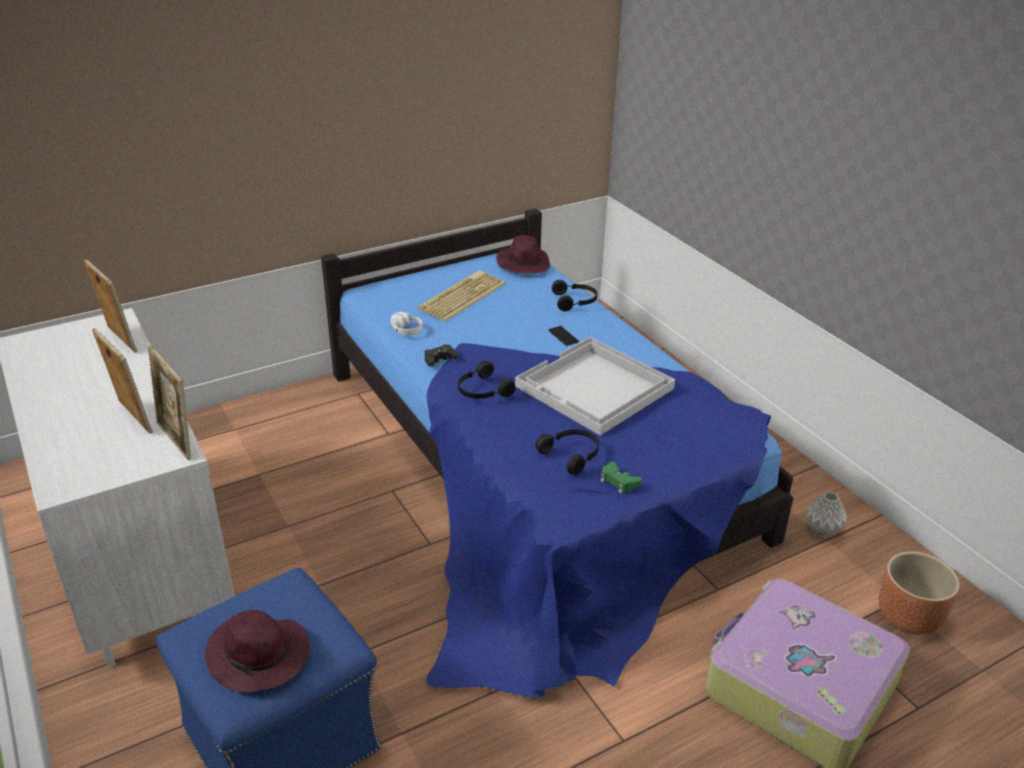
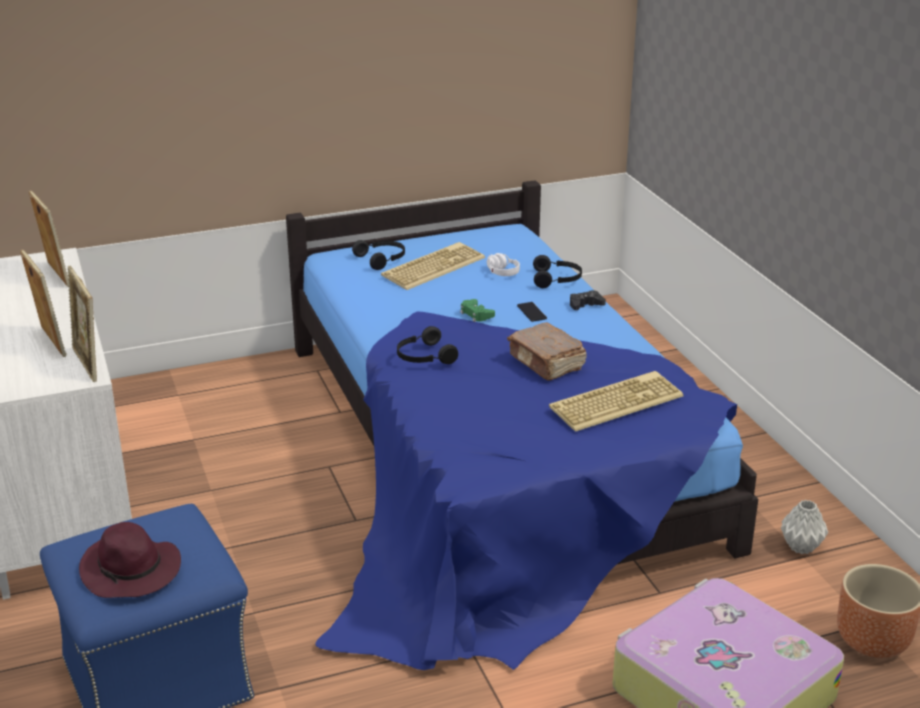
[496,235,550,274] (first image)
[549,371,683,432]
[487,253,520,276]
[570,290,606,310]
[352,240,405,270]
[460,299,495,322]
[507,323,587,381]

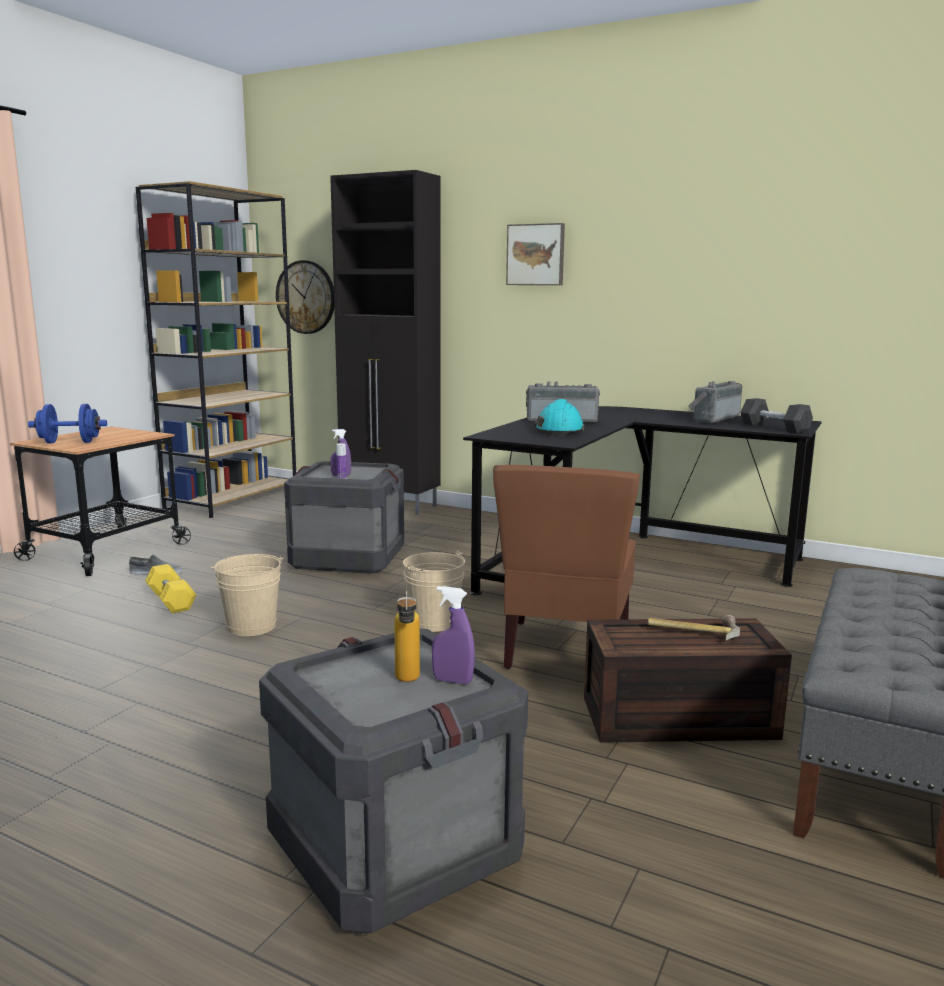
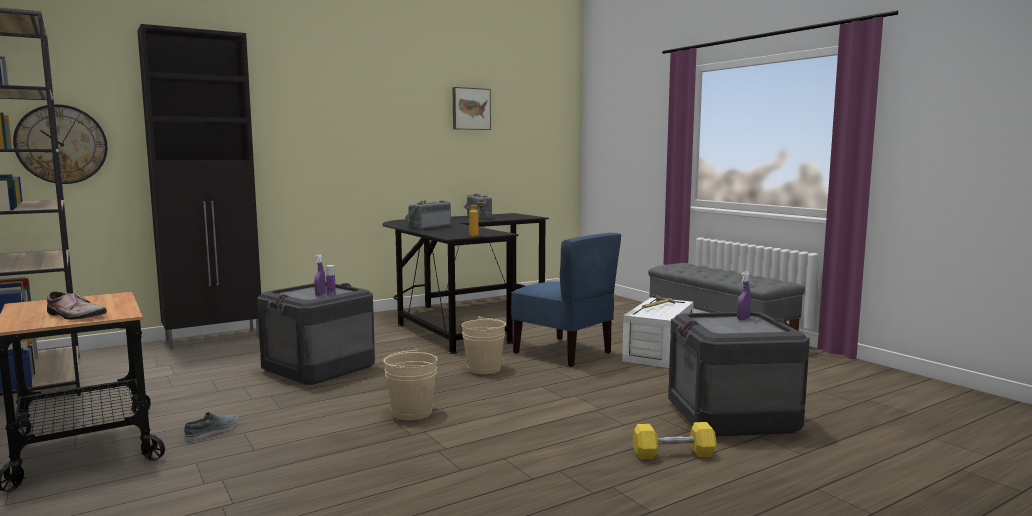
[535,399,585,436] (first image)
[740,398,813,433] (first image)
[633,422,717,459]
[469,198,485,236]
[453,87,491,130]
[47,291,107,320]
[511,233,621,367]
[622,298,694,368]

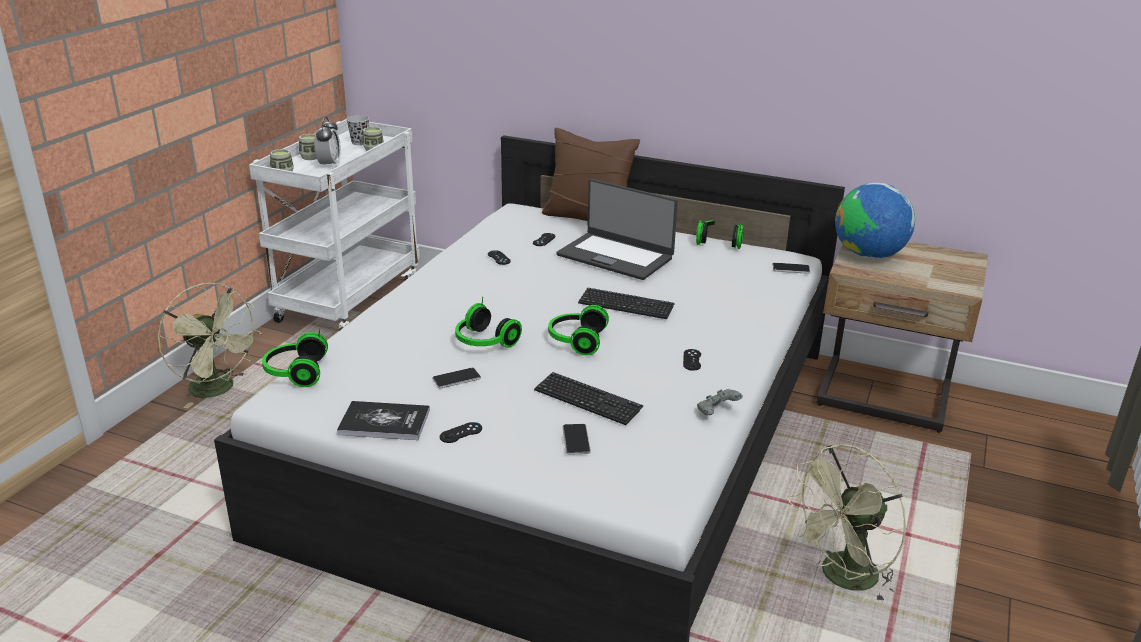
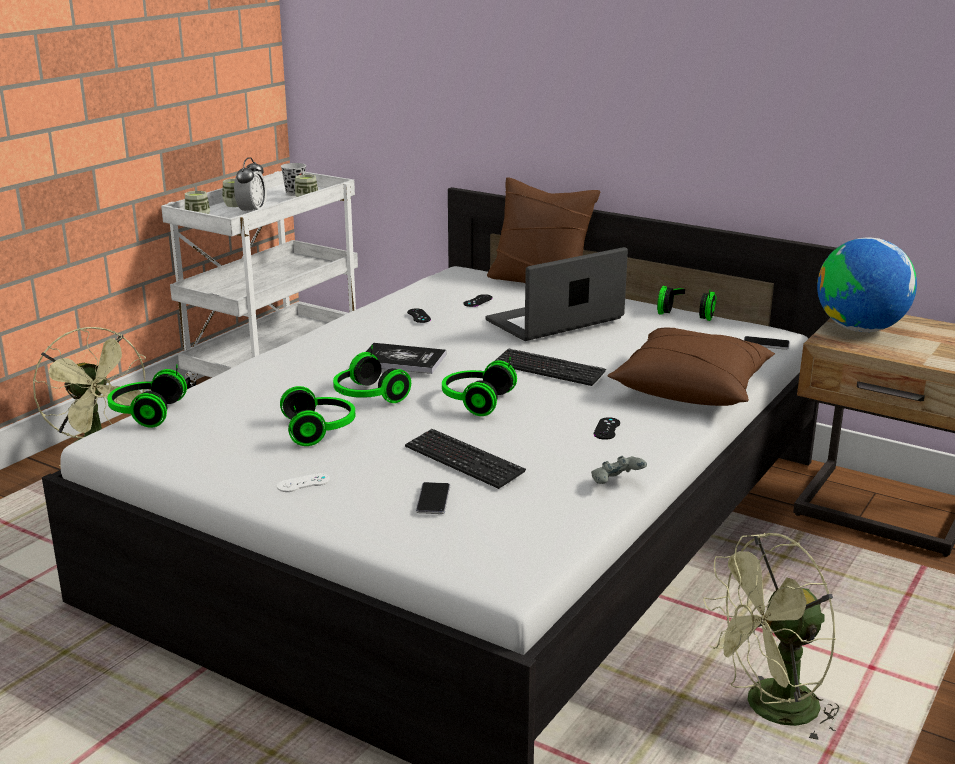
[607,327,775,406]
[365,343,446,374]
[280,386,355,446]
[277,473,330,492]
[485,247,628,341]

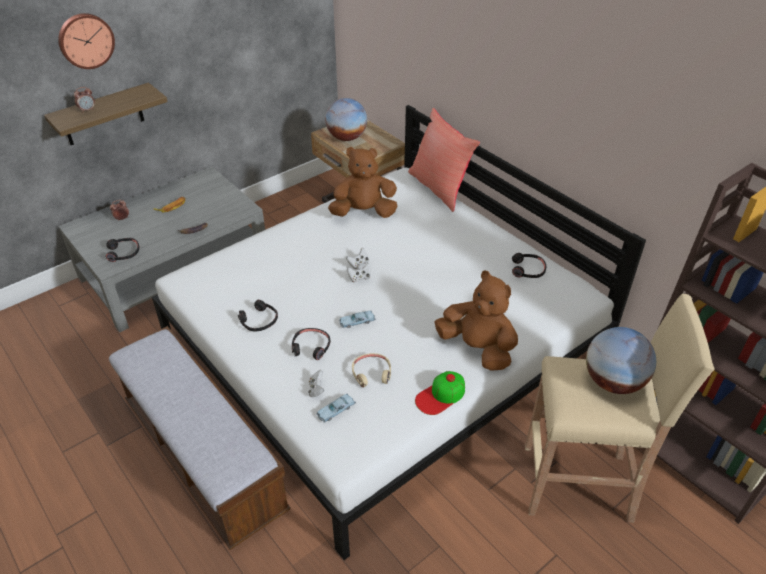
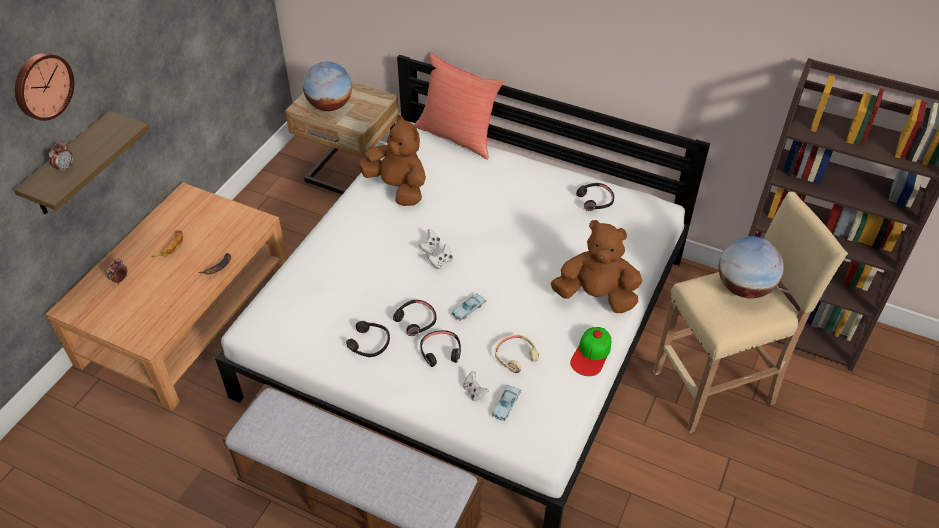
[393,300,436,336]
[46,182,288,411]
[359,115,426,206]

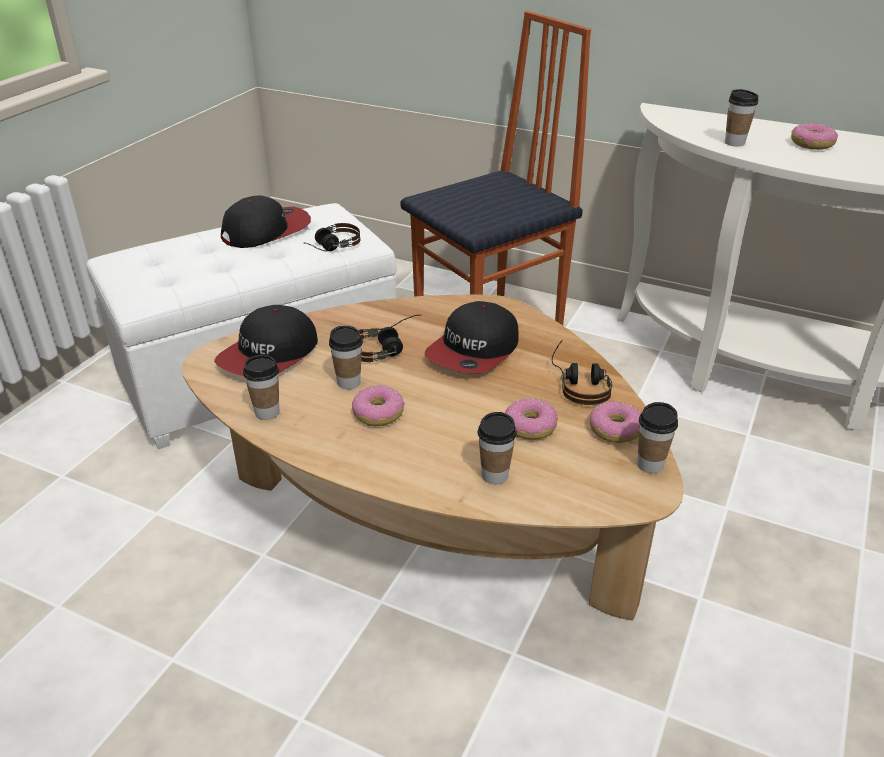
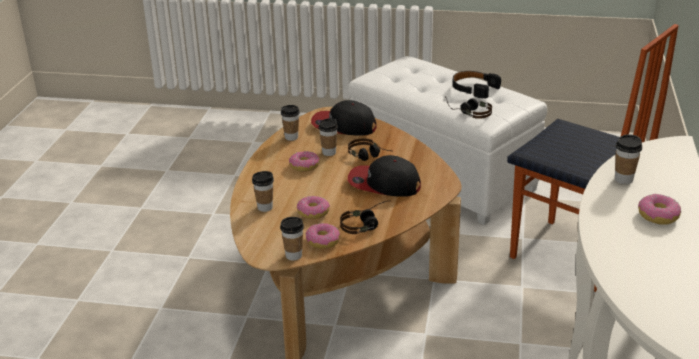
[452,71,501,99]

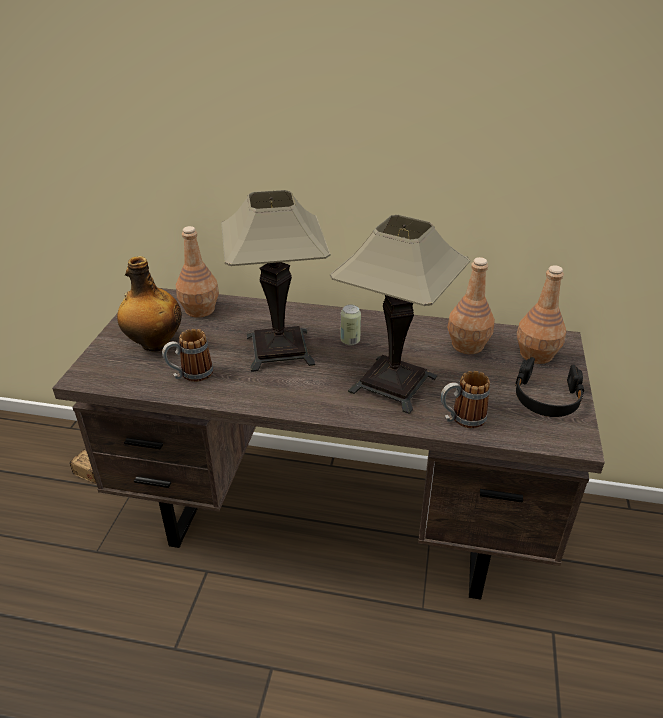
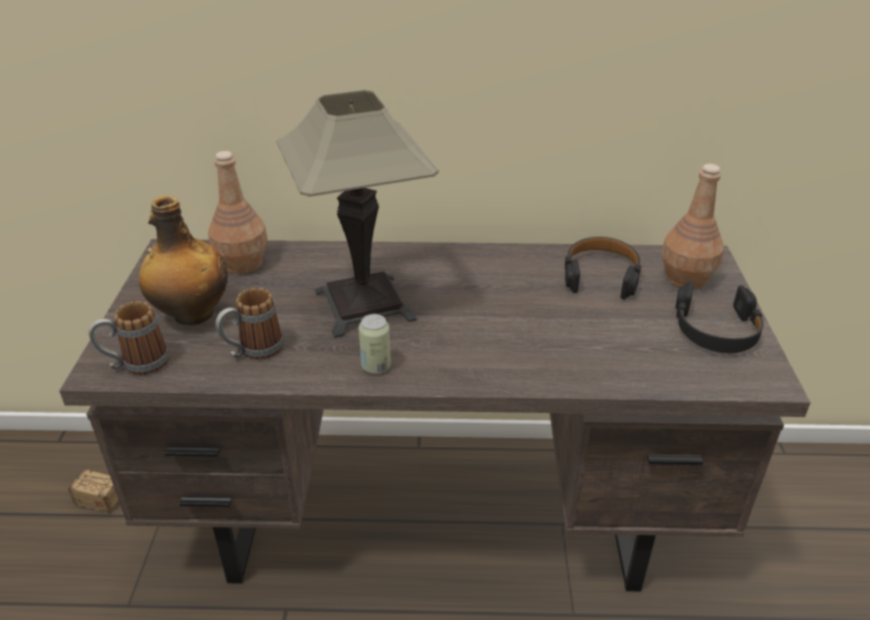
[330,215,470,414] (first image)
[359,314,391,374]
[89,301,169,375]
[565,237,642,299]

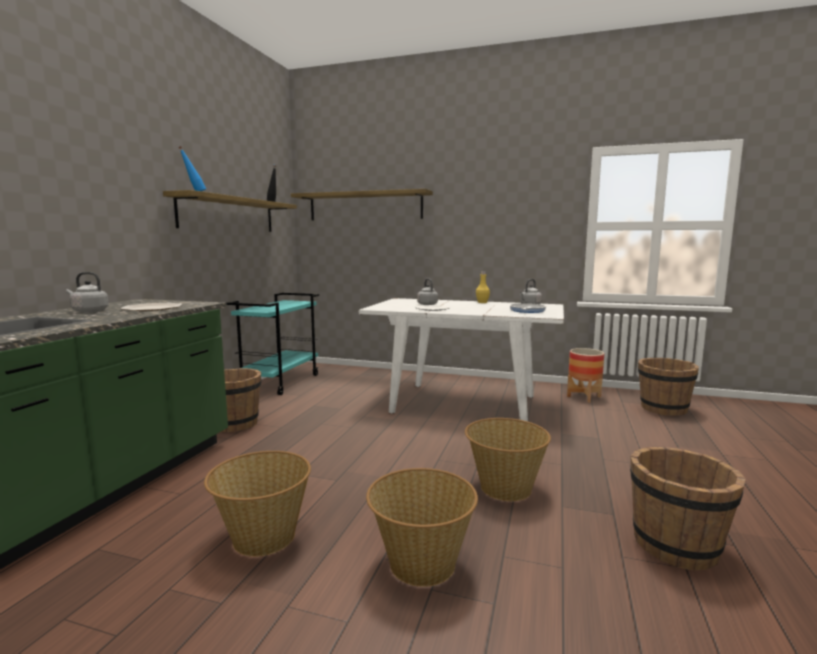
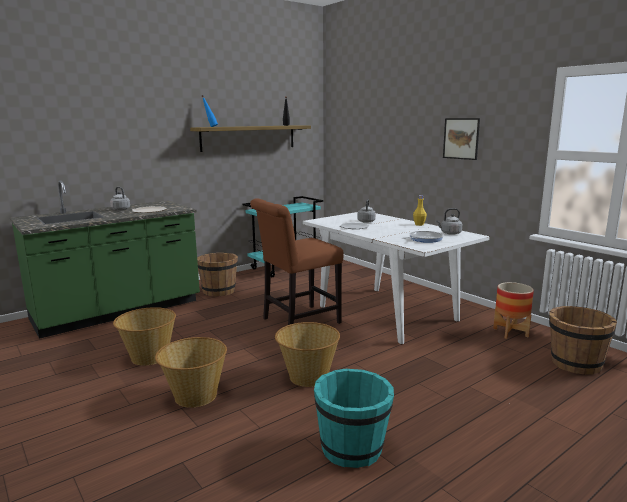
[291,189,433,220] (first image)
[250,198,344,325]
[443,118,480,160]
[314,368,394,468]

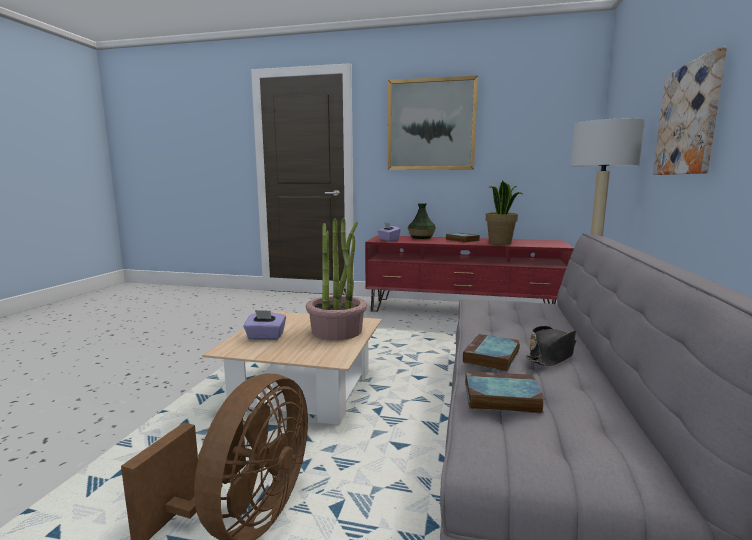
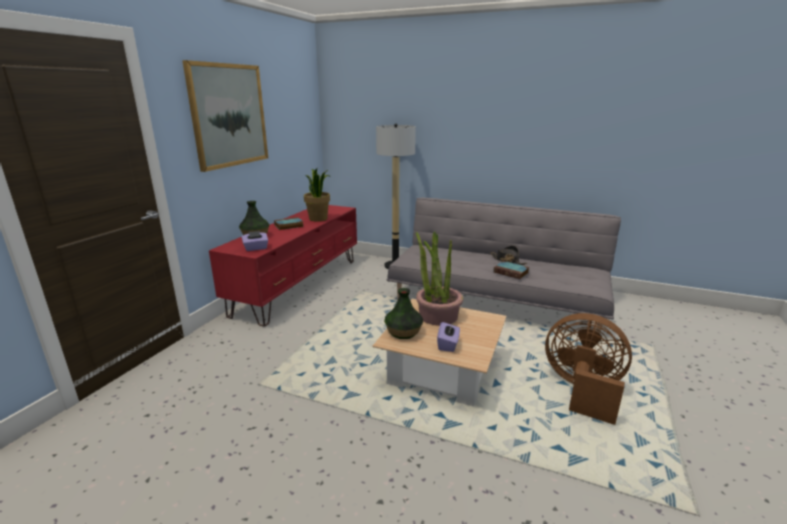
[465,371,545,414] (first image)
[653,47,727,175] (first image)
[384,288,423,339]

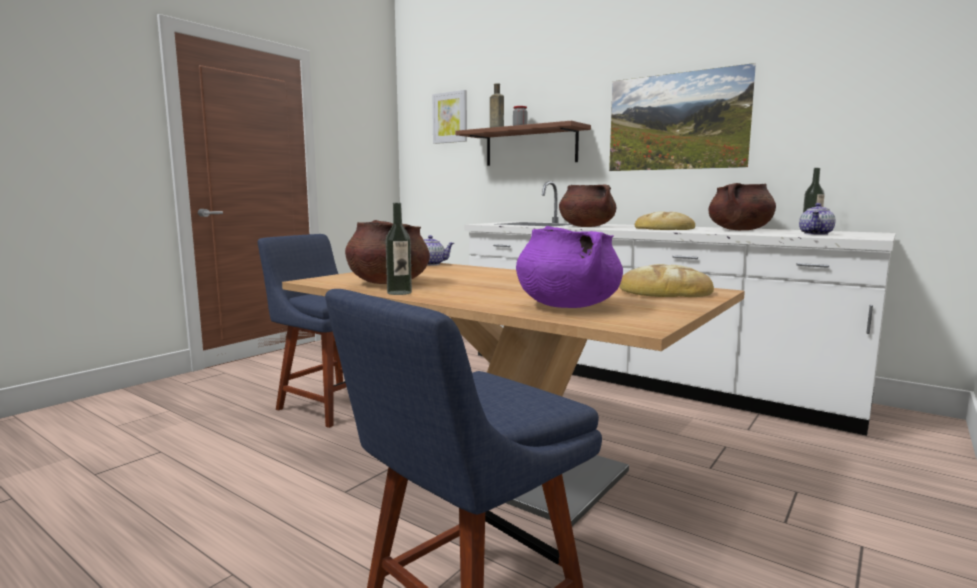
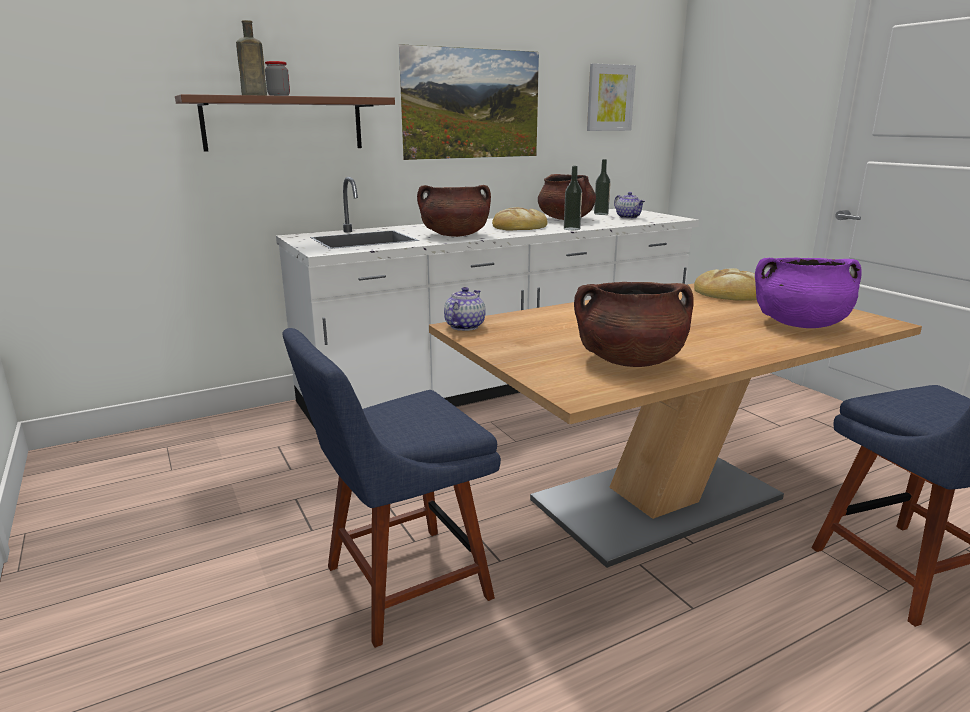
[564,166,582,230]
[587,63,636,131]

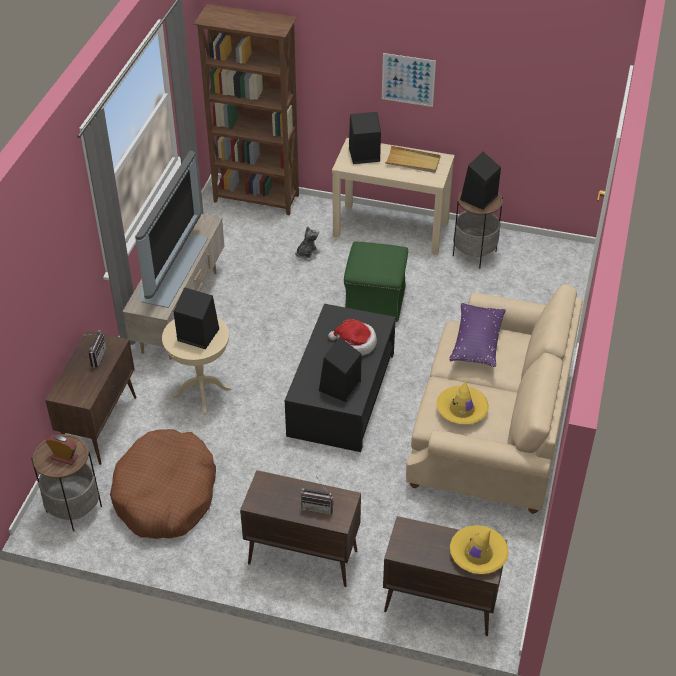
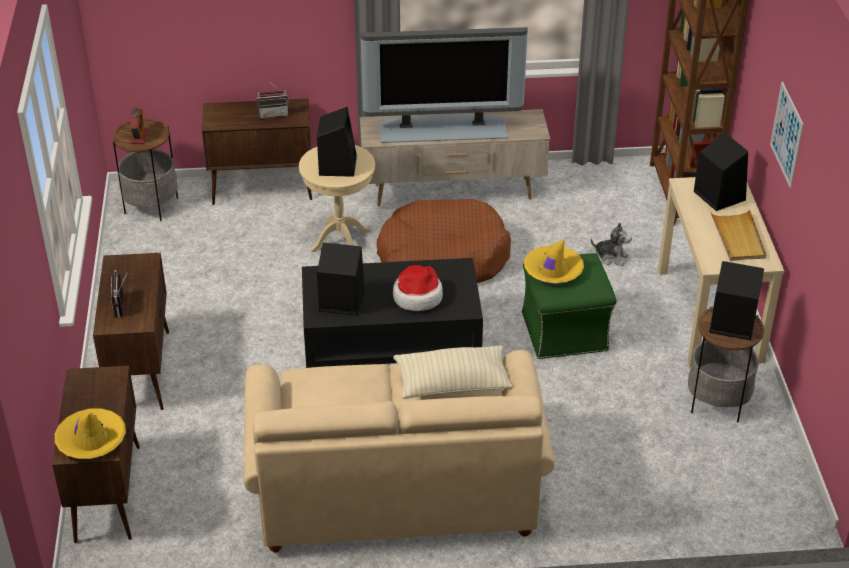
[377,199,511,283]
[524,239,584,284]
[393,346,513,399]

